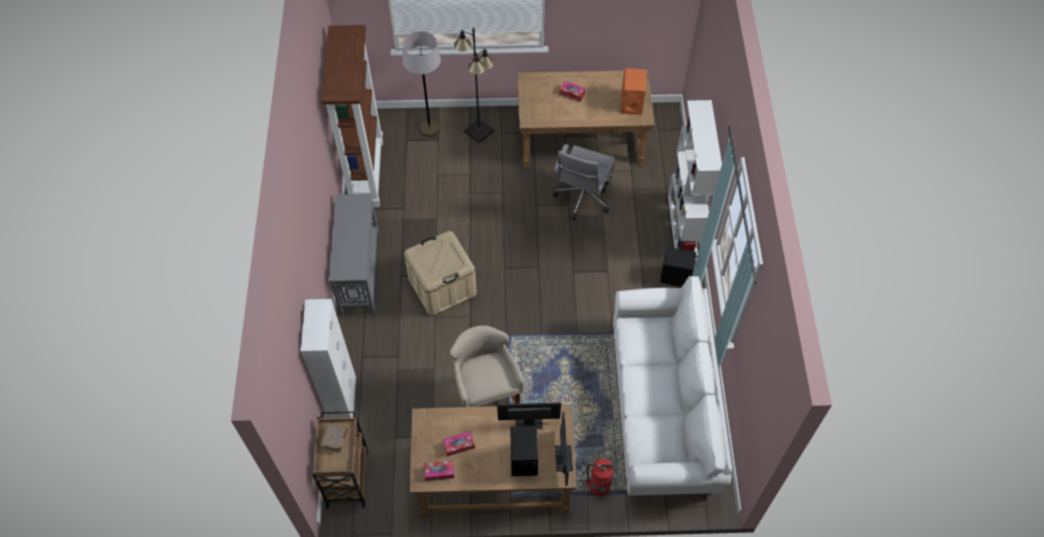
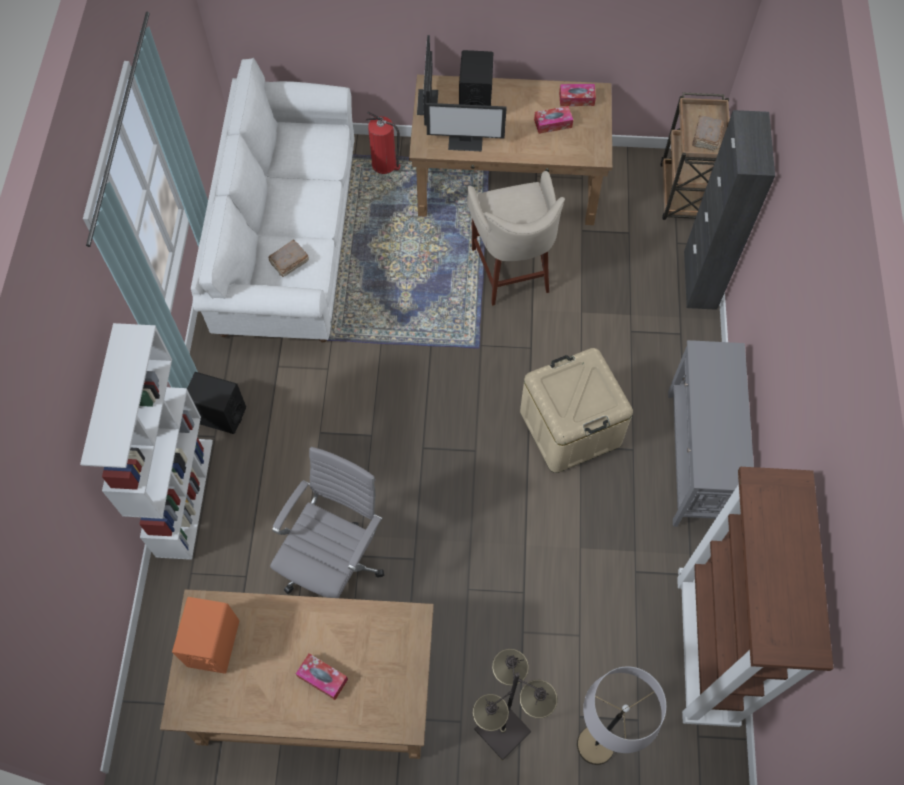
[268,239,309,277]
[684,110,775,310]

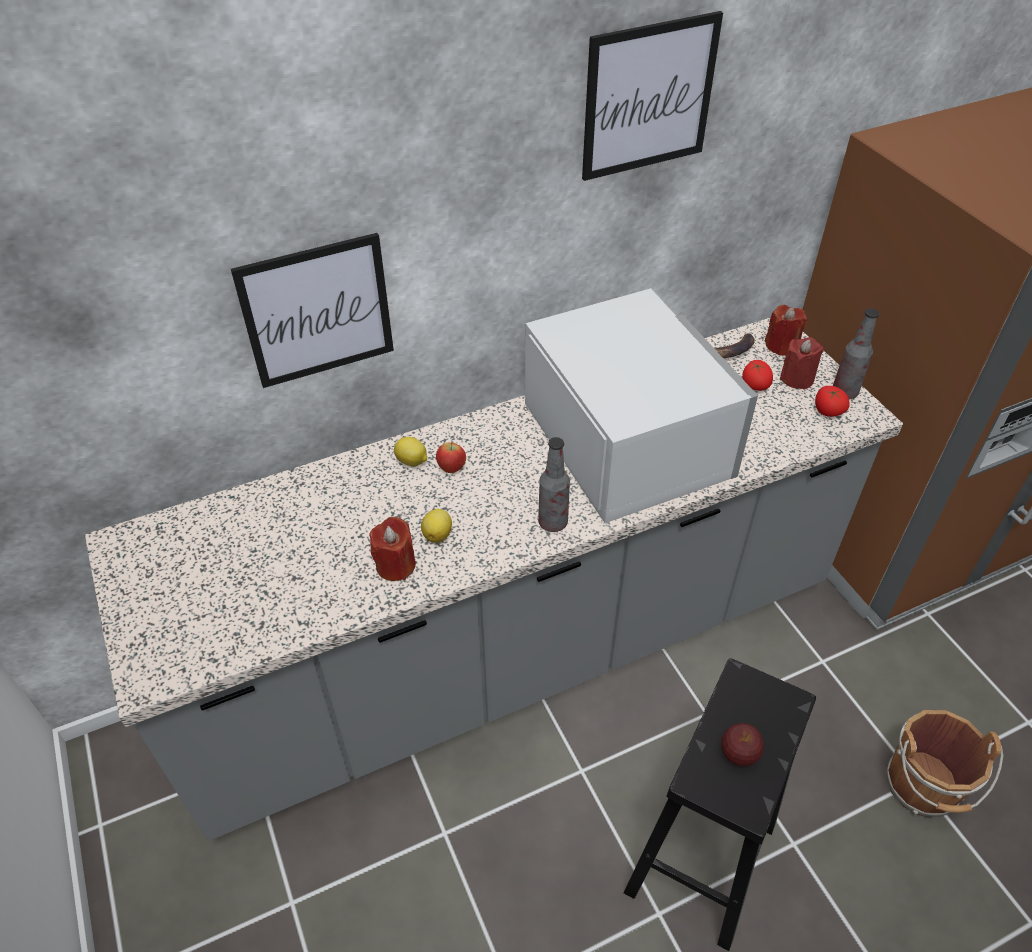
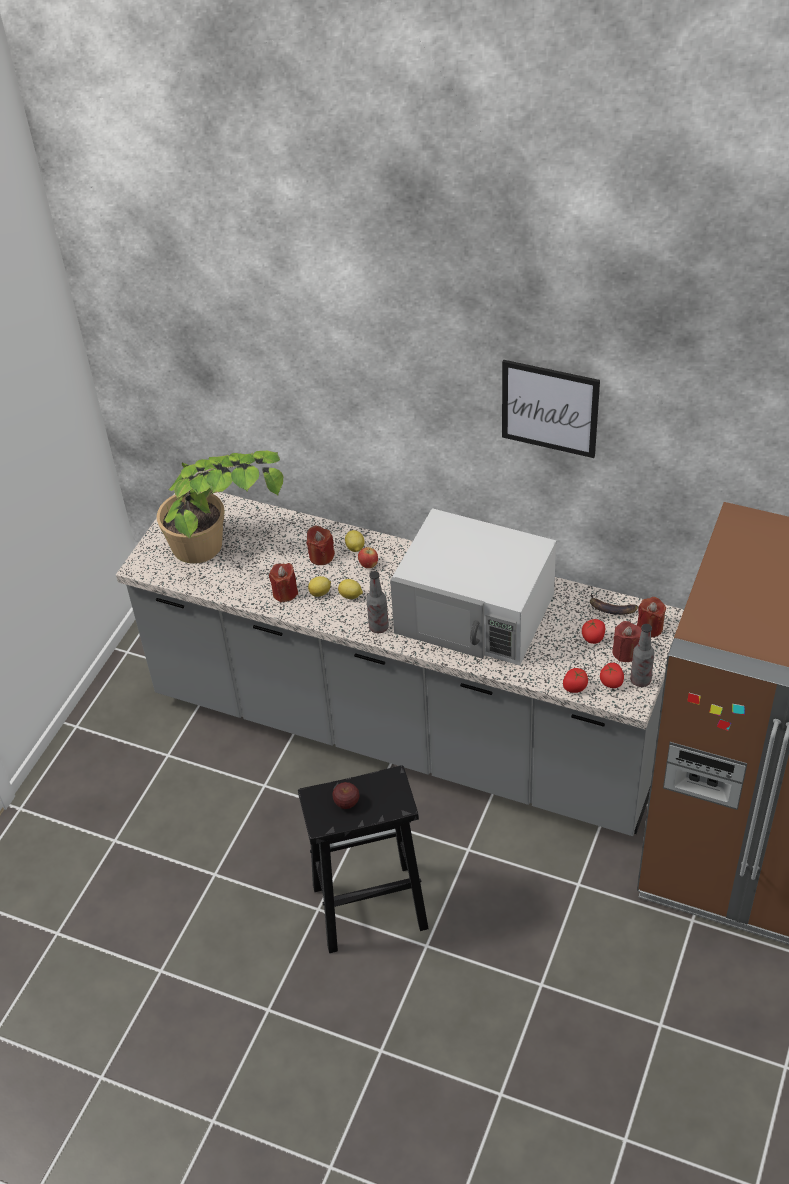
[231,233,394,388] (first image)
[886,710,1004,817] (first image)
[157,451,283,564]
[306,525,335,565]
[338,579,363,599]
[563,668,588,693]
[390,508,556,665]

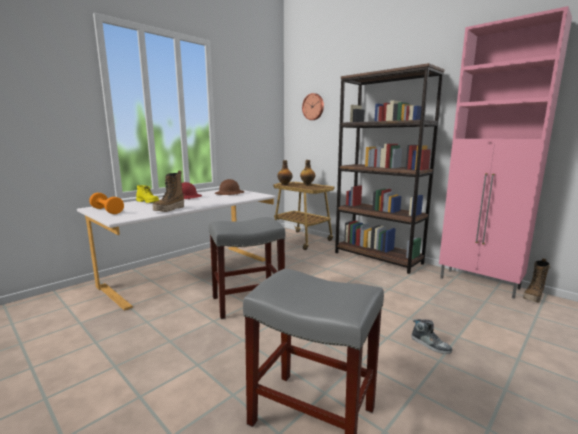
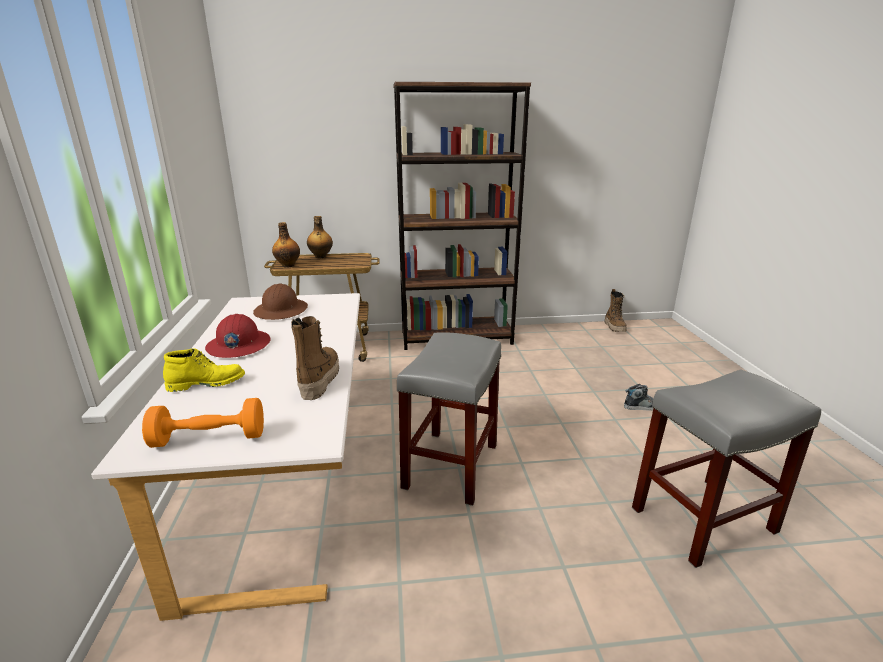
[302,93,324,120] (first image)
[439,6,572,299] (first image)
[291,316,339,400]

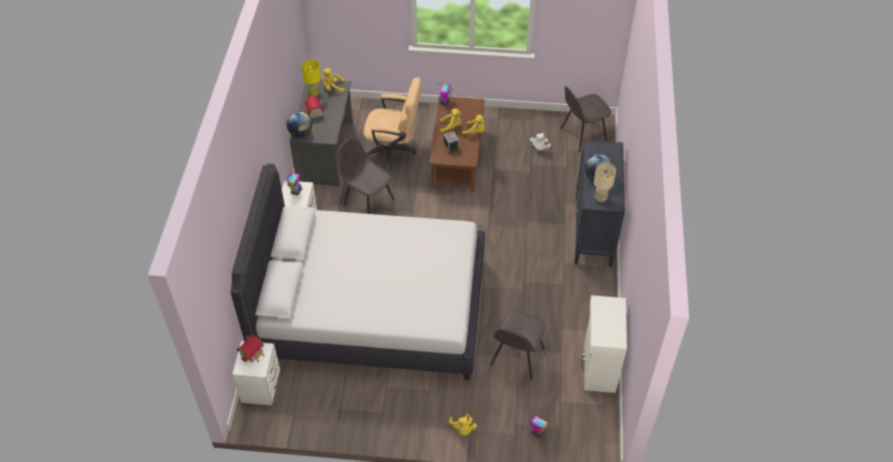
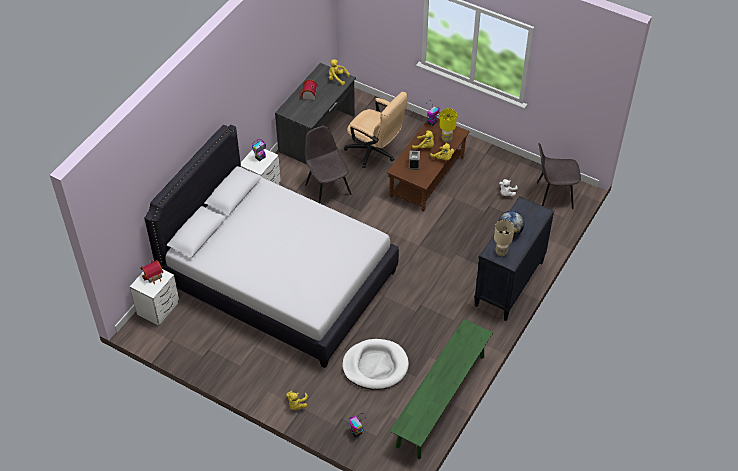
[286,111,312,137] (first image)
[440,108,457,142]
[342,339,409,390]
[390,319,493,459]

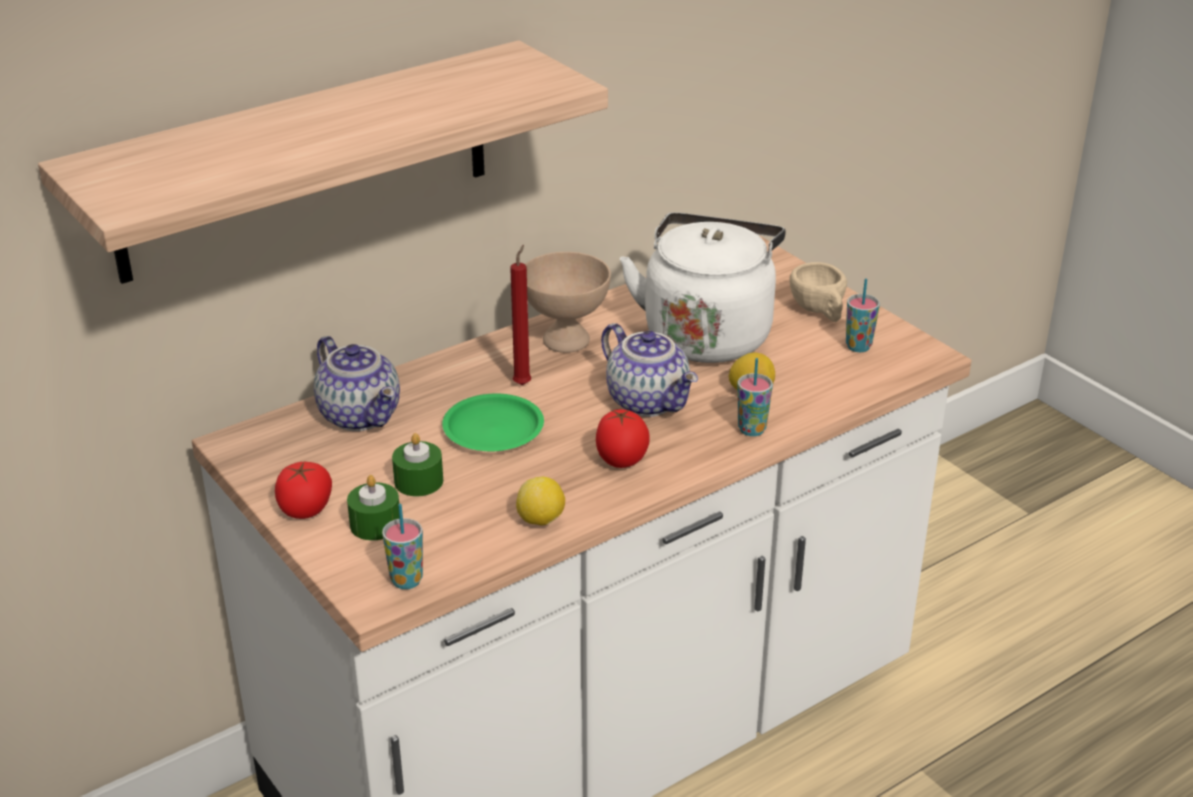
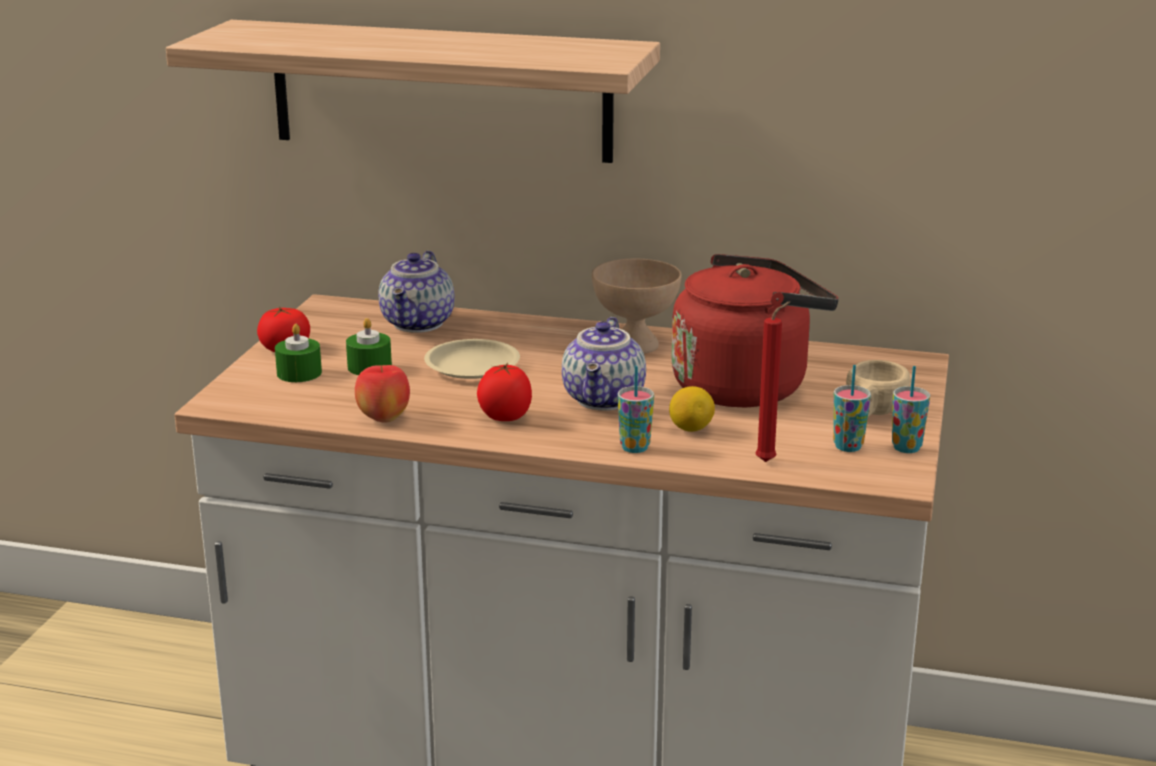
[892,366,930,453]
[755,301,790,462]
[355,365,410,423]
[424,339,520,379]
[671,254,839,408]

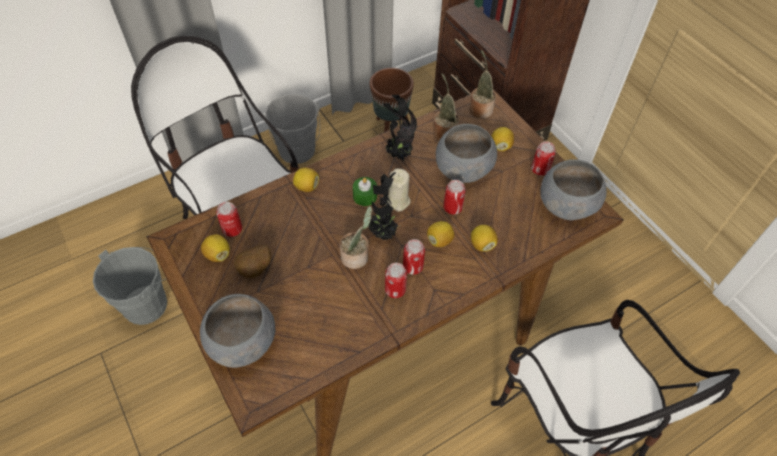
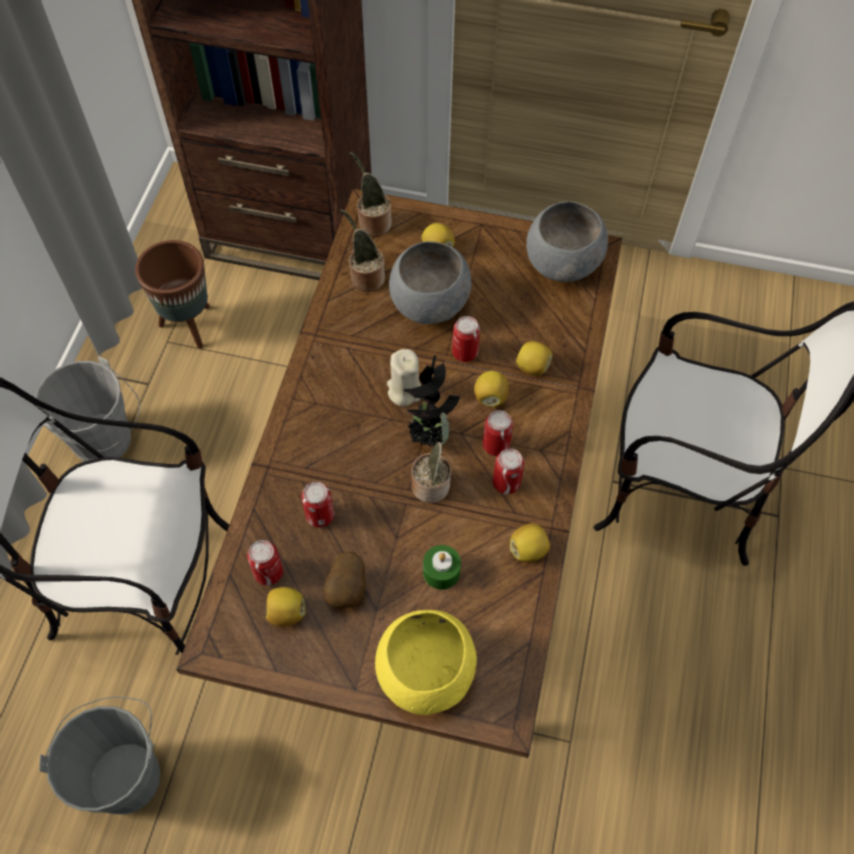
[382,95,417,161] (first image)
[510,523,550,562]
[423,545,461,590]
[301,482,334,527]
[375,610,477,715]

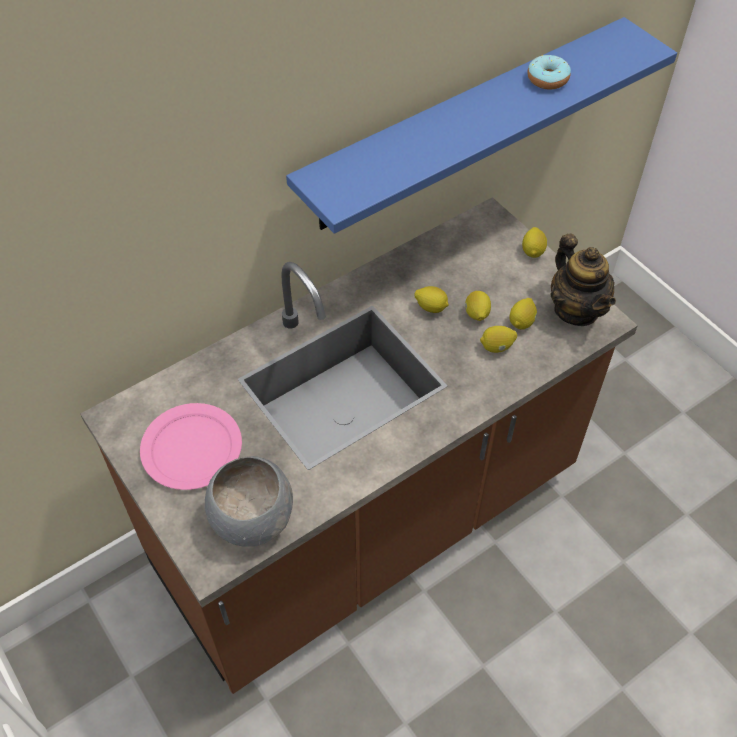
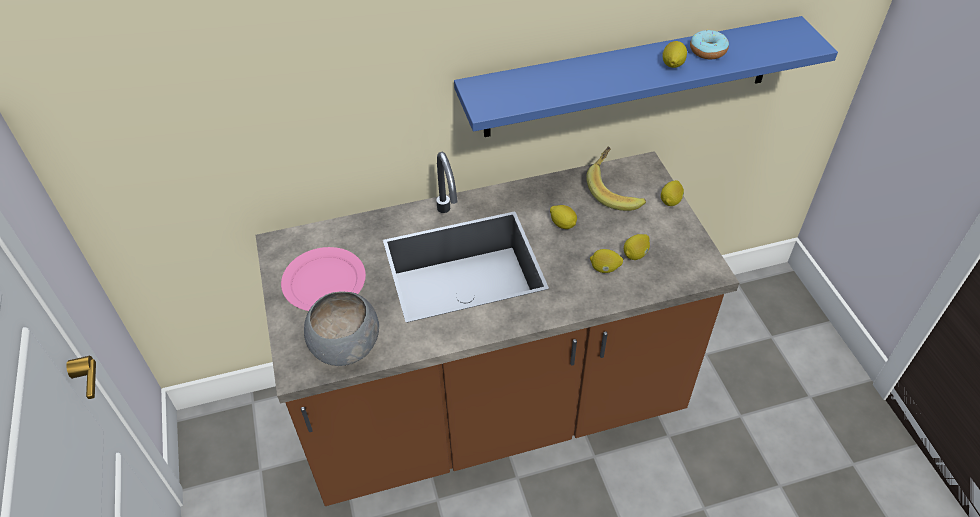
[550,234,616,326] (first image)
[586,146,646,211]
[662,41,687,68]

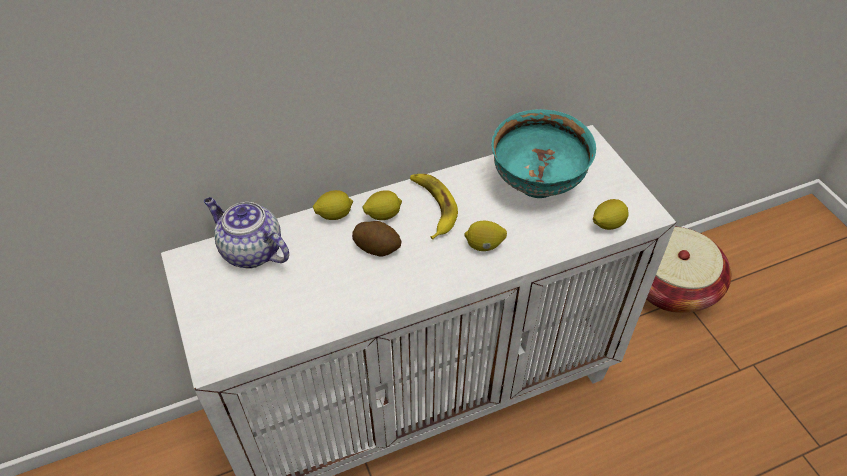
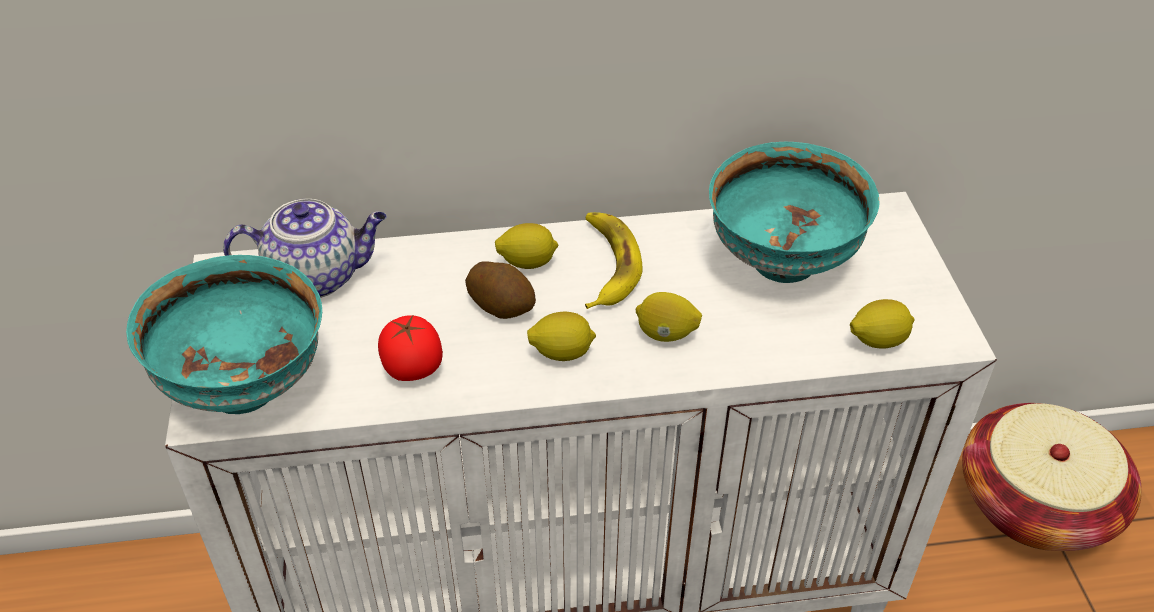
[126,255,322,414]
[378,314,443,381]
[527,312,596,361]
[223,199,387,298]

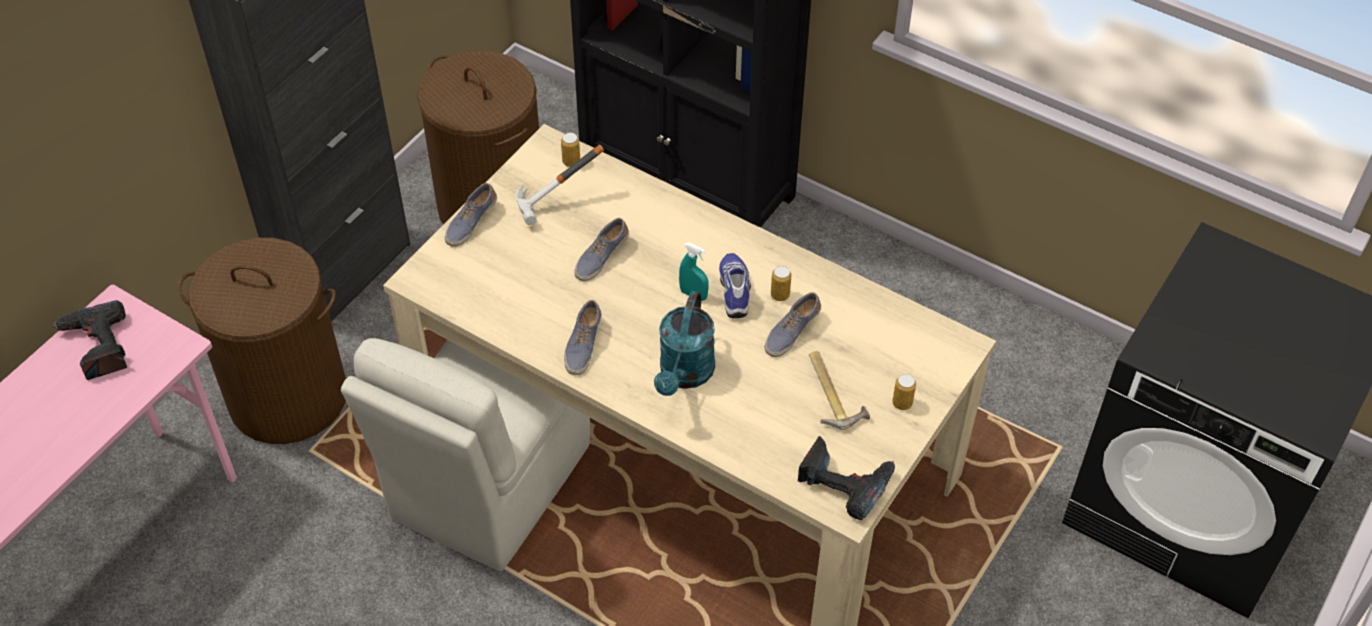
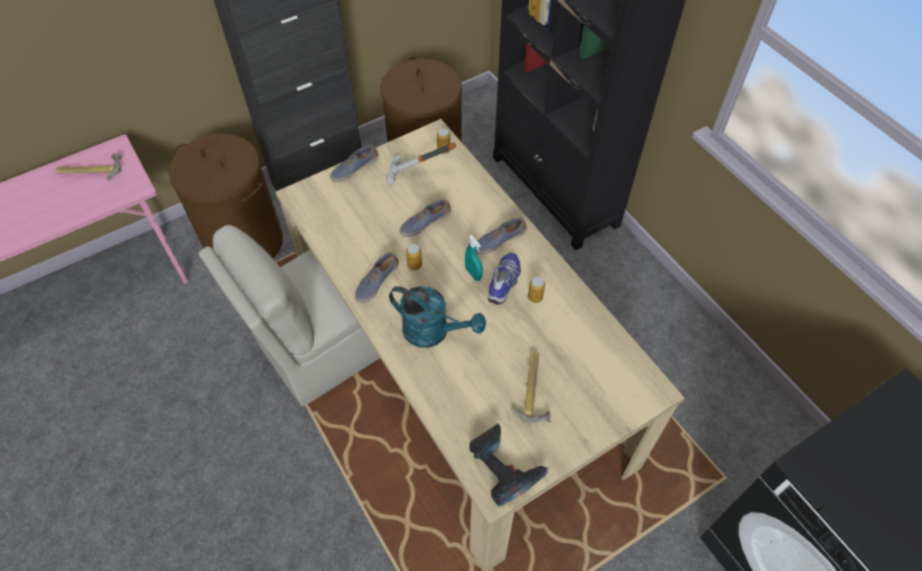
[476,218,527,254]
[406,244,422,270]
[56,153,122,181]
[389,286,486,348]

